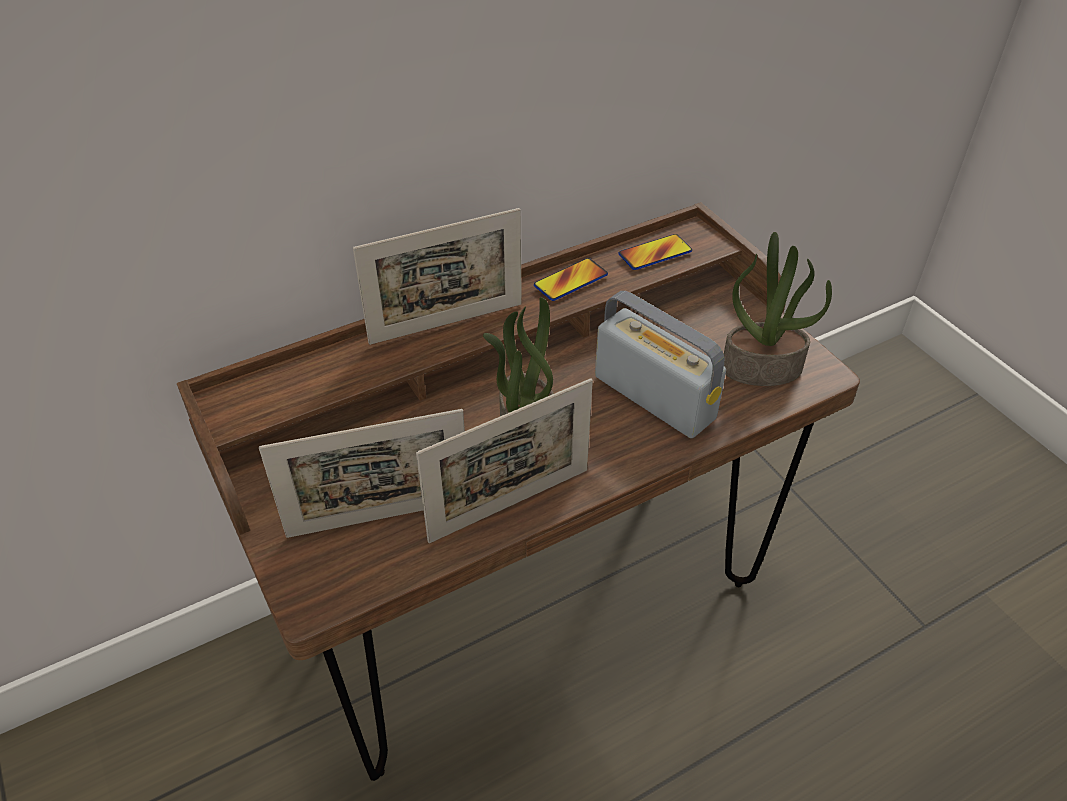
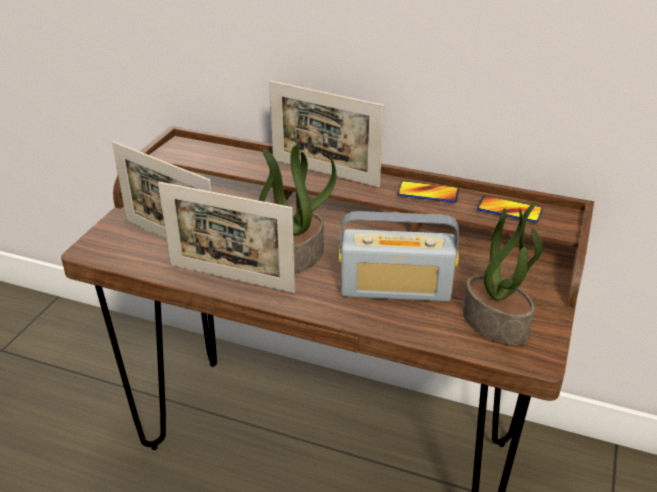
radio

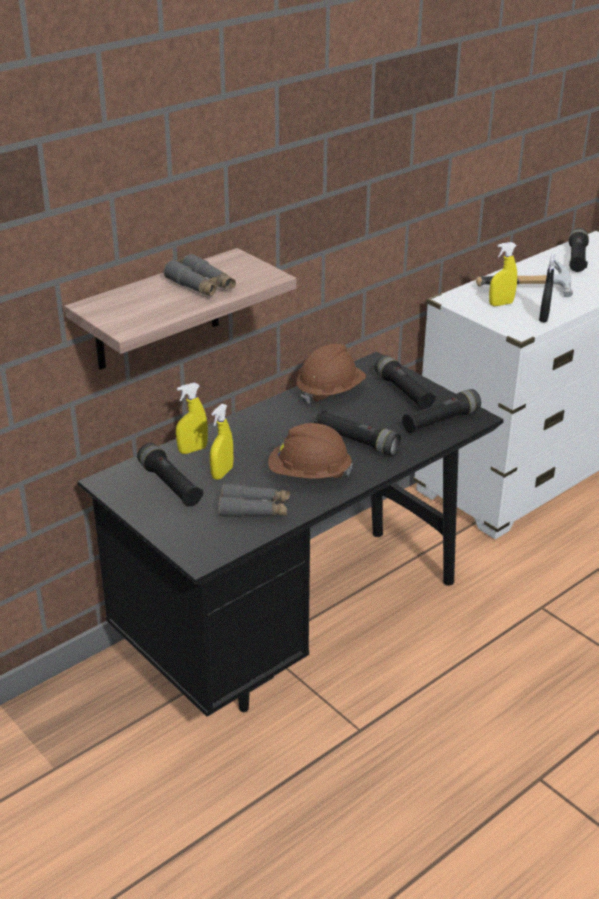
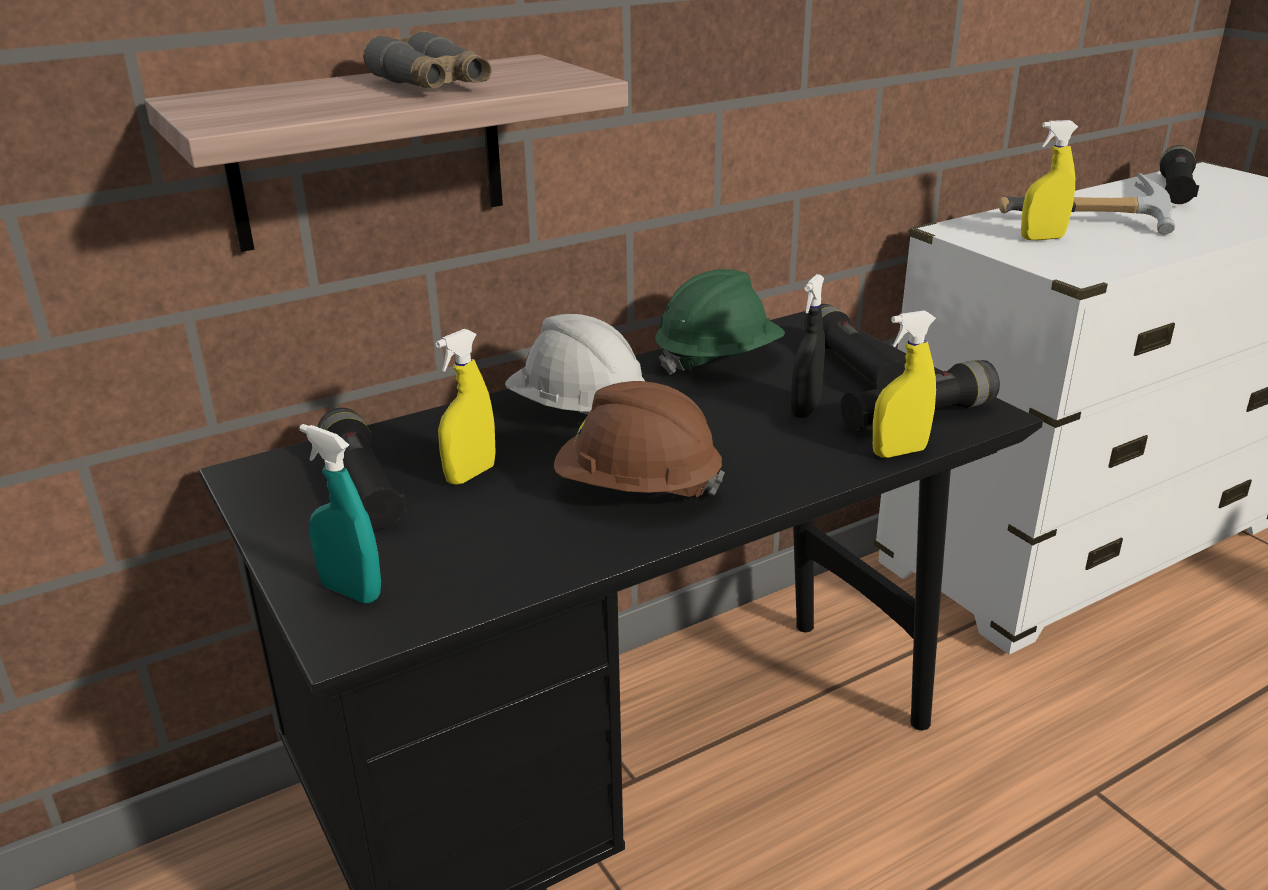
binoculars/grey (no. 2 from left in the first image)
flashlight/black (no. 2 from left in the first image)
spray bottle/turquoise
hard hat/white
spray bottle/yellow (no. 2 from left)
spray bottle/black
hard hat/green

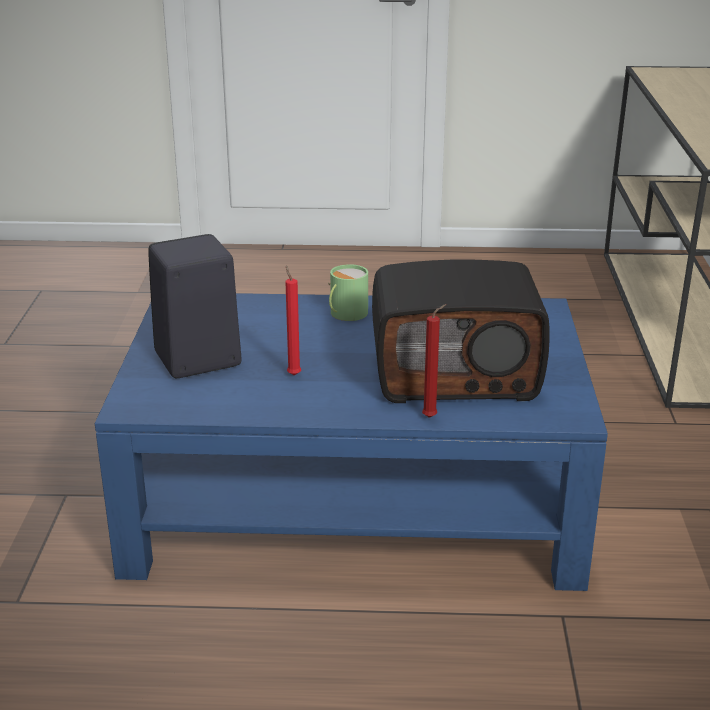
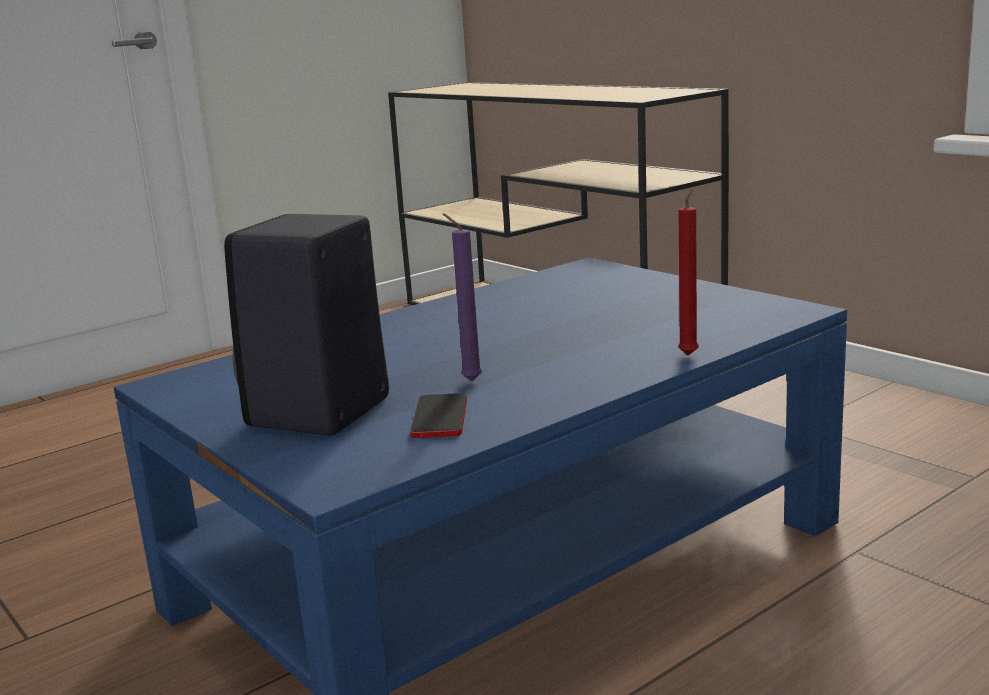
mug/green
radio
phone
candle/purple

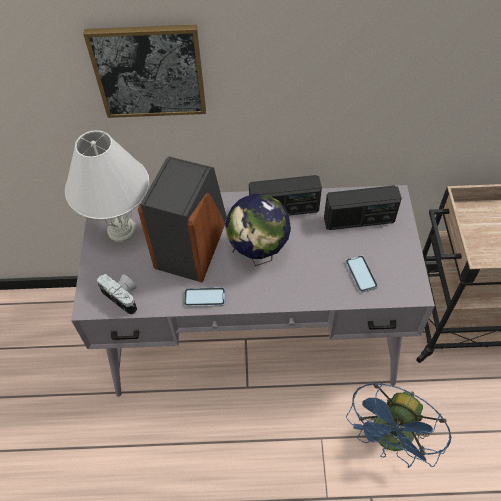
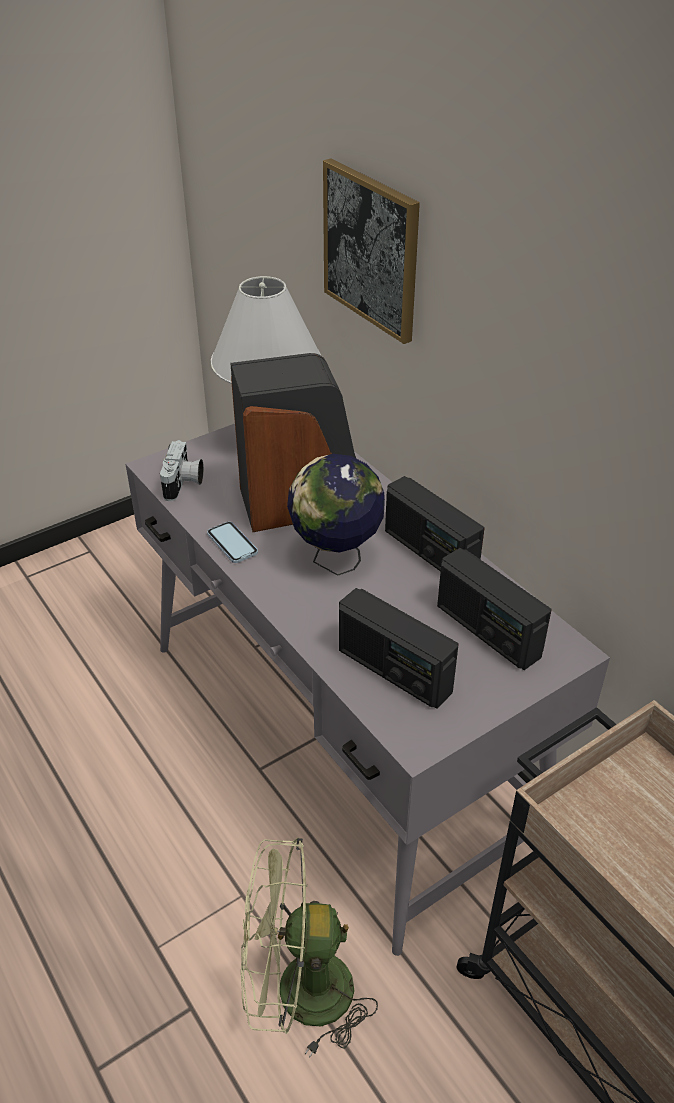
radio (no. 1 from left)
fan/green

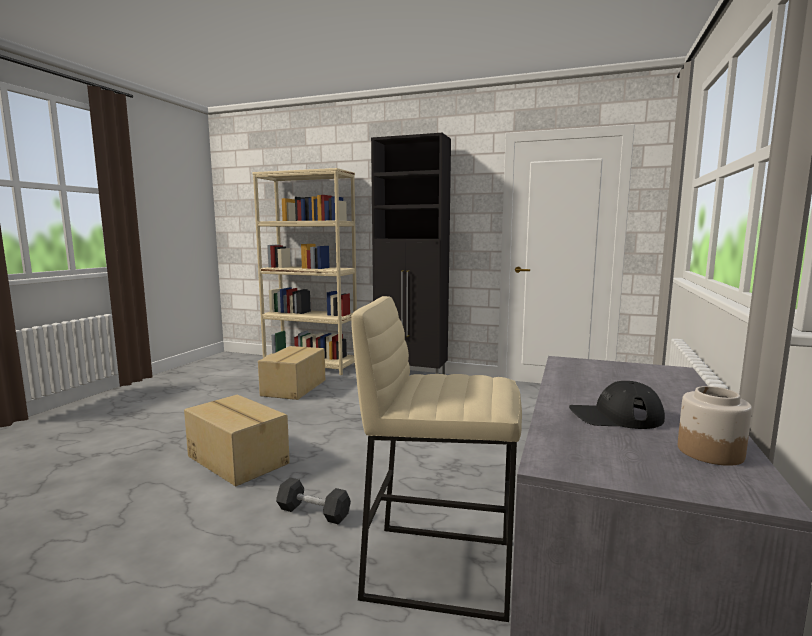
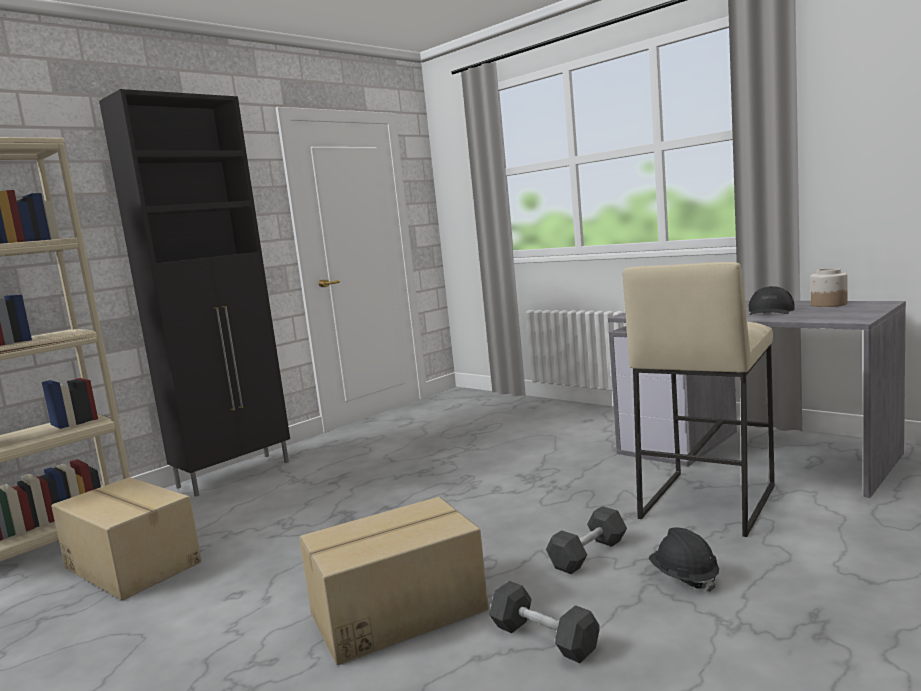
dumbbell/black (no. 1 from left)
hard hat/black

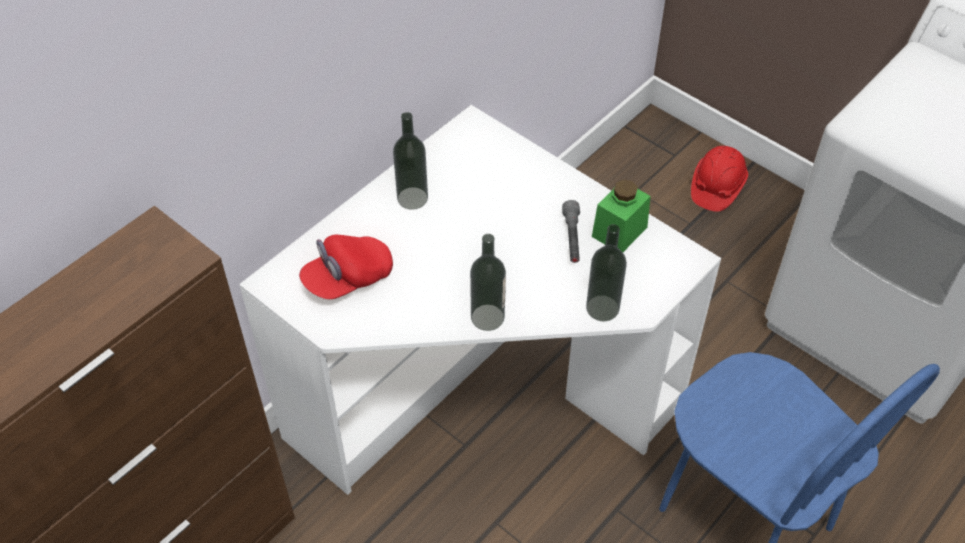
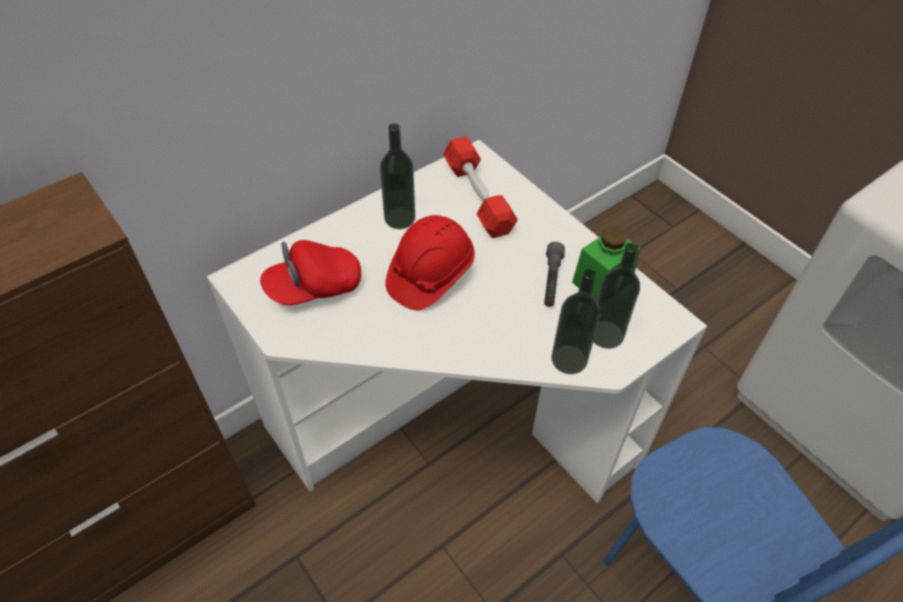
dumbbell/red
bottle (no. 3 from left)
hard hat/red

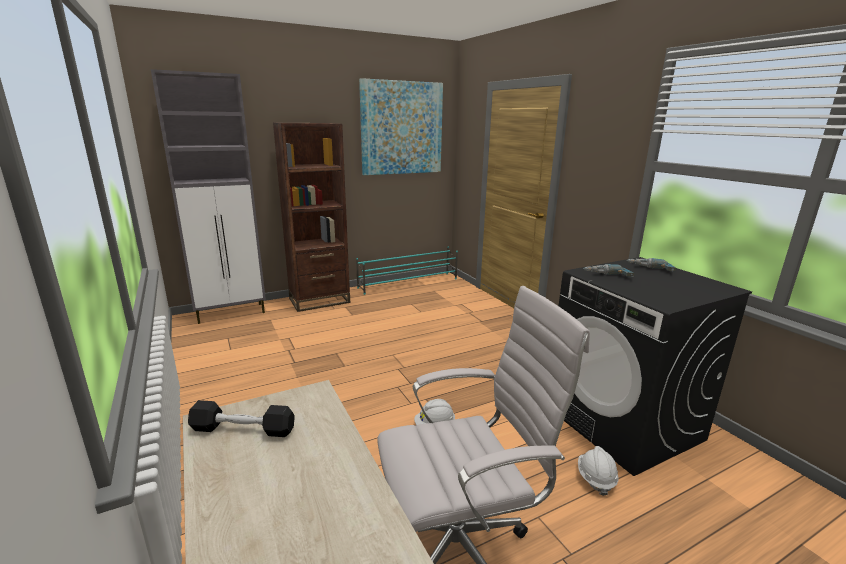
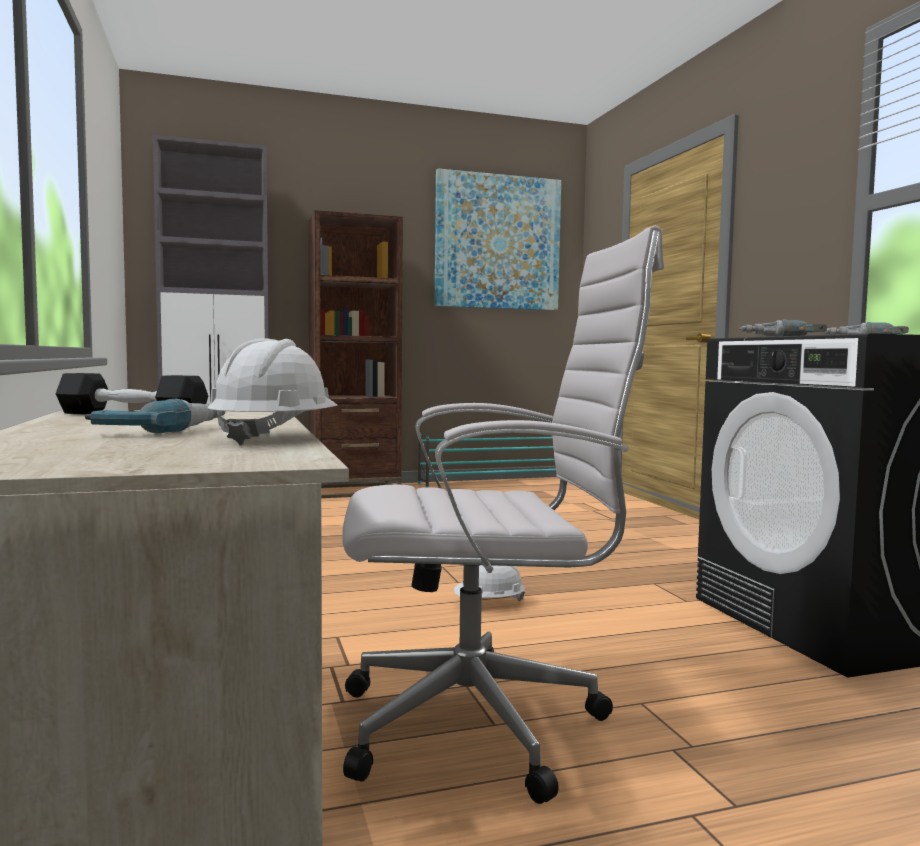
power drill (no. 1 from left)
hard hat/white (no. 1 from left)

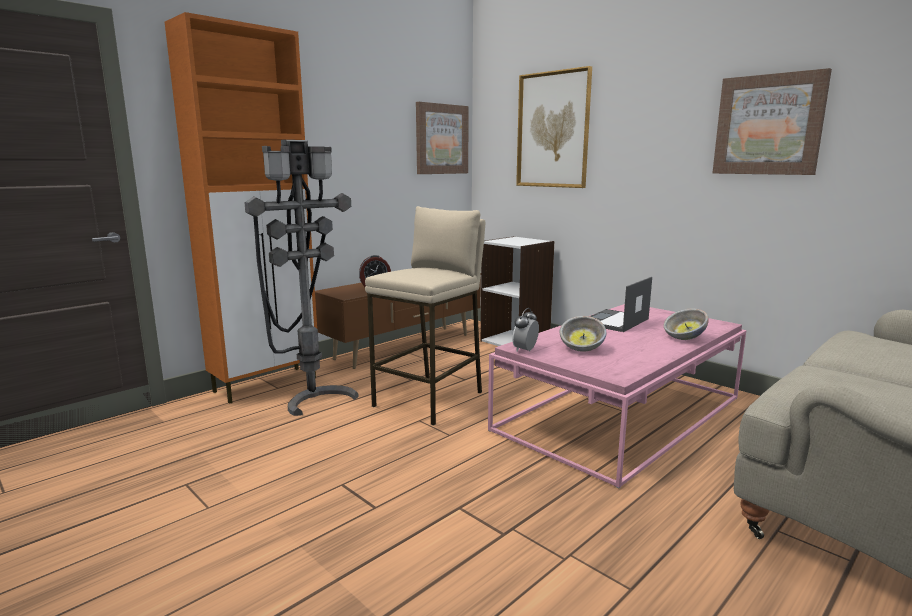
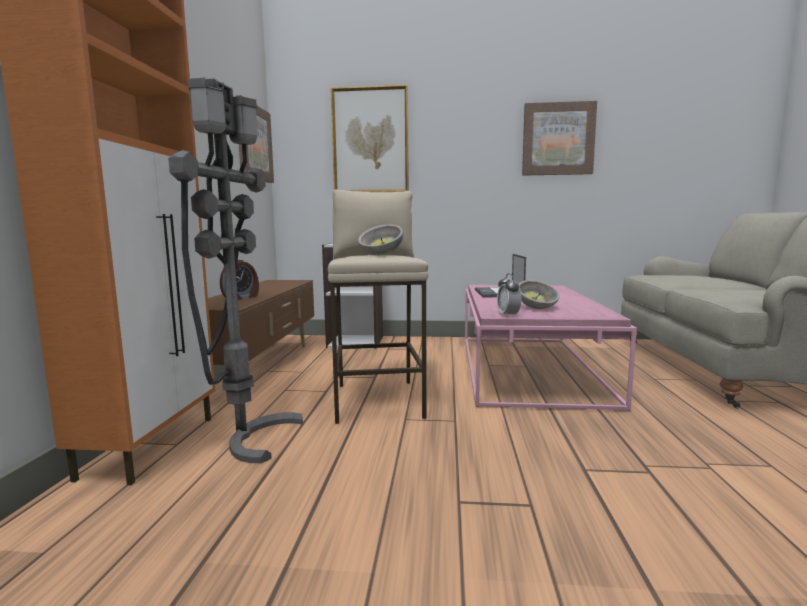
bowl (no. 1 from left)

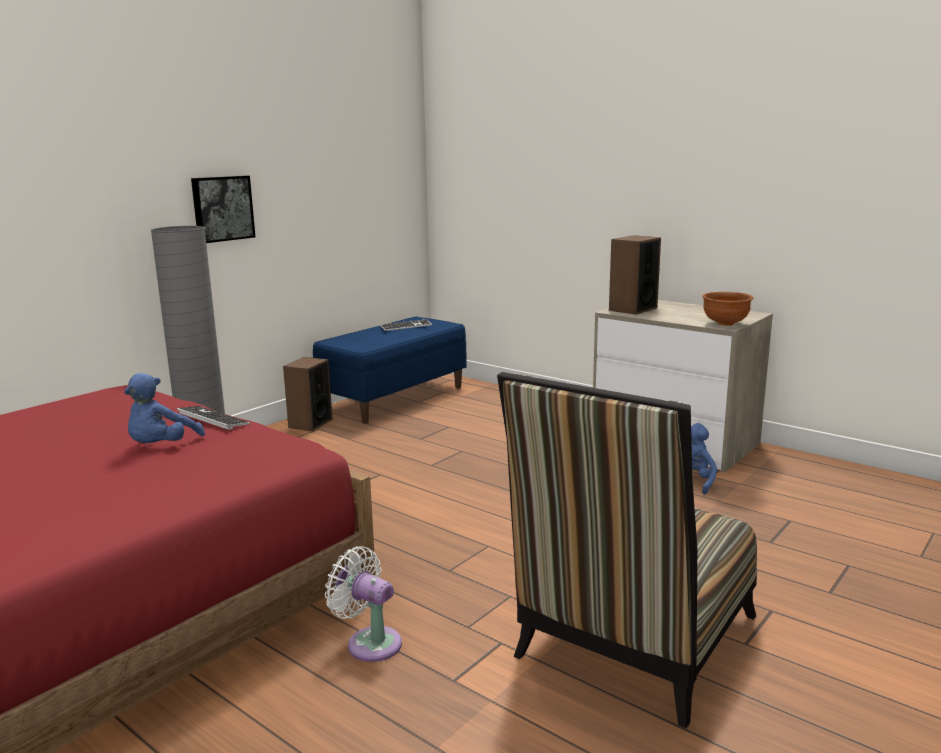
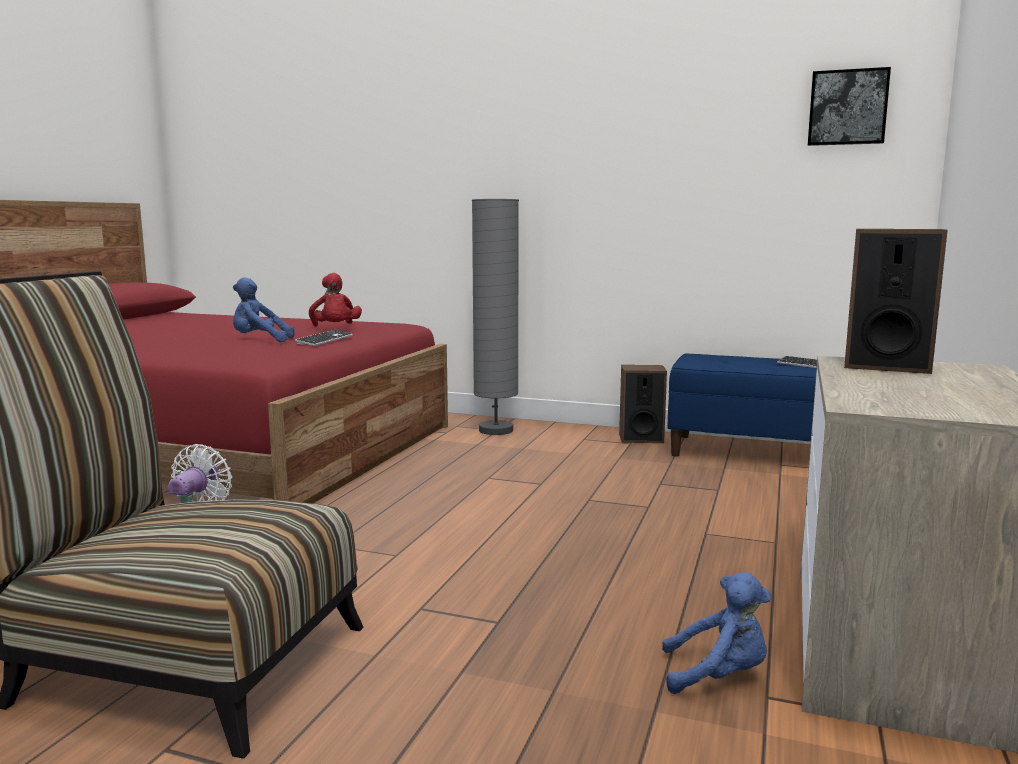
bowl/brown
plush toy/red
picture

